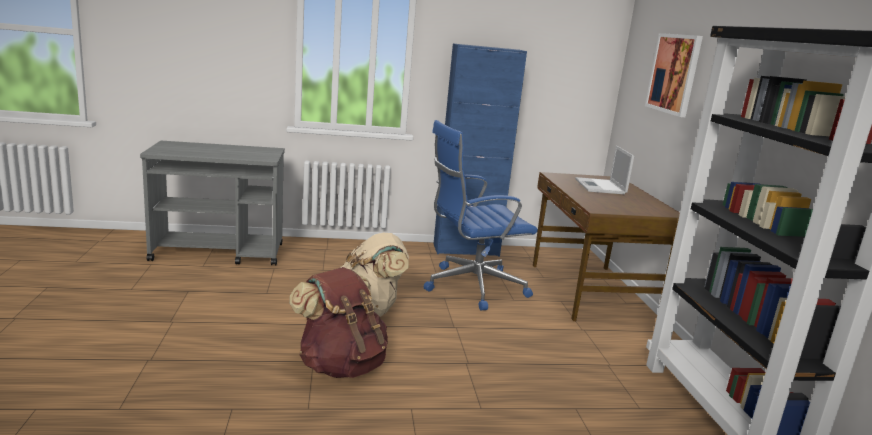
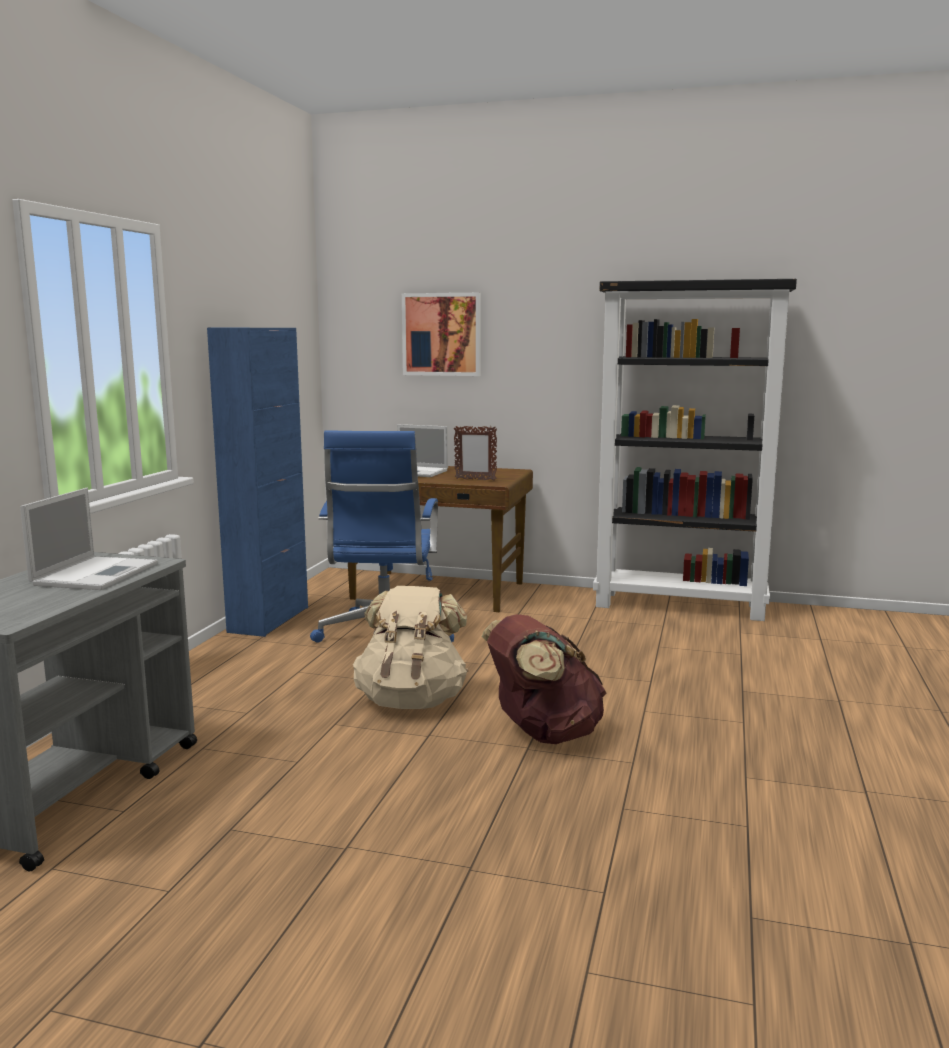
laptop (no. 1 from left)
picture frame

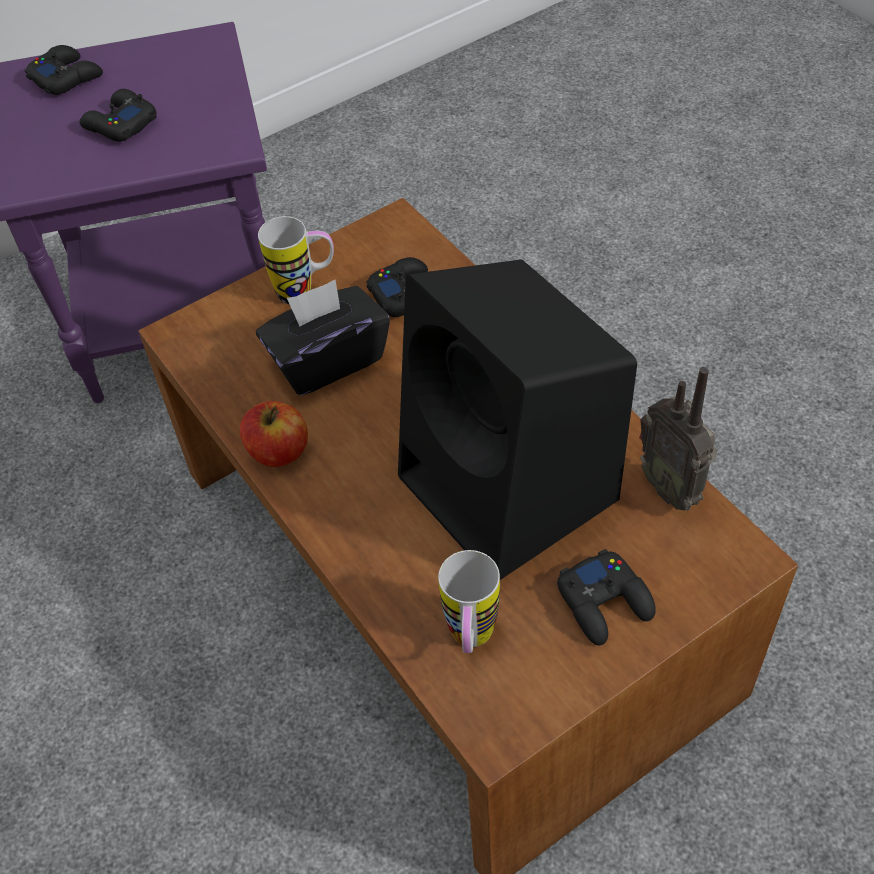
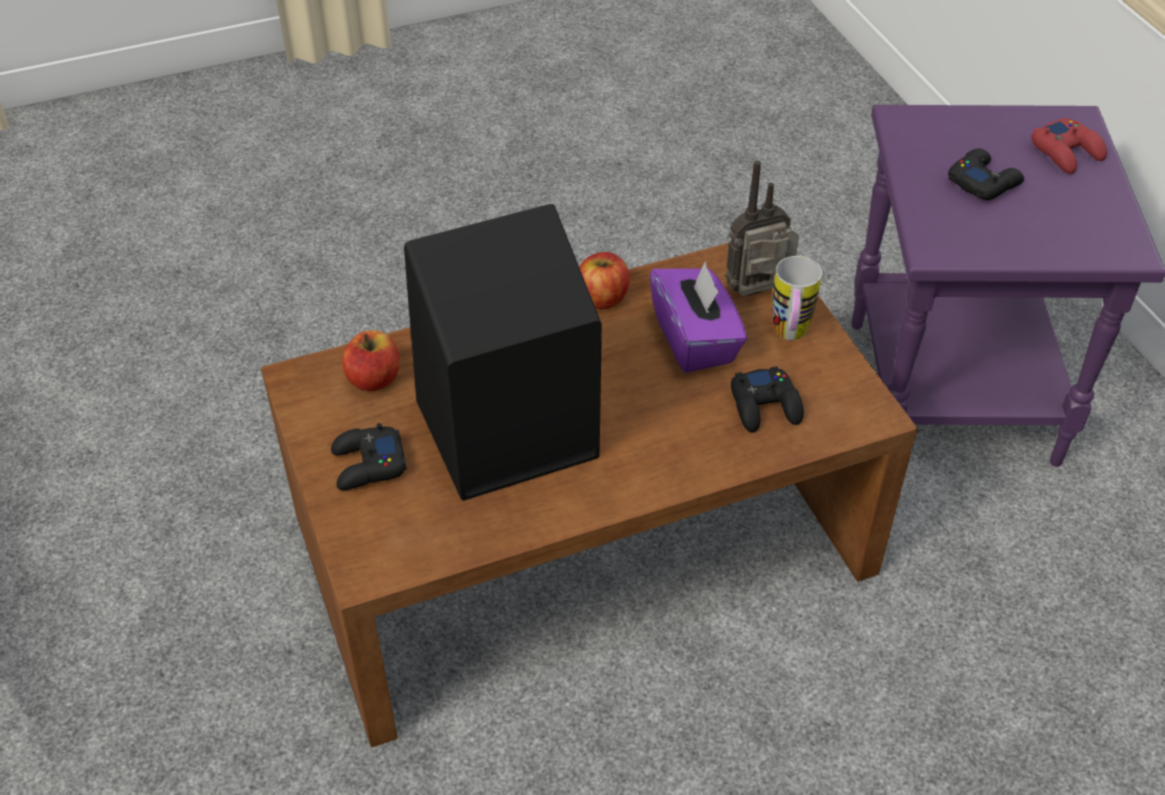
radio
apple (no. 1 from left)
game controller/red
tissue box/purple

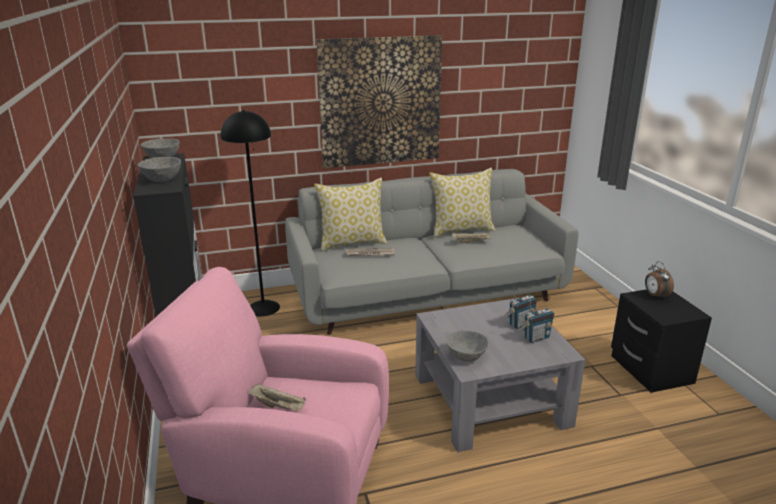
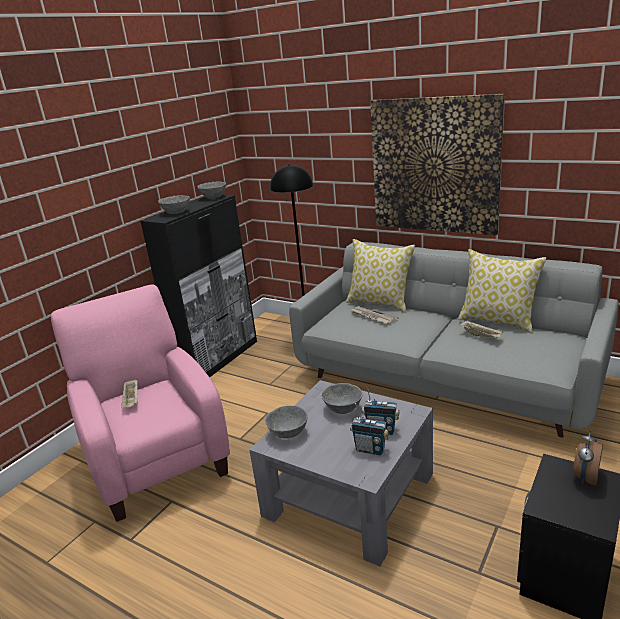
bowl/grey (no. 4 from left)

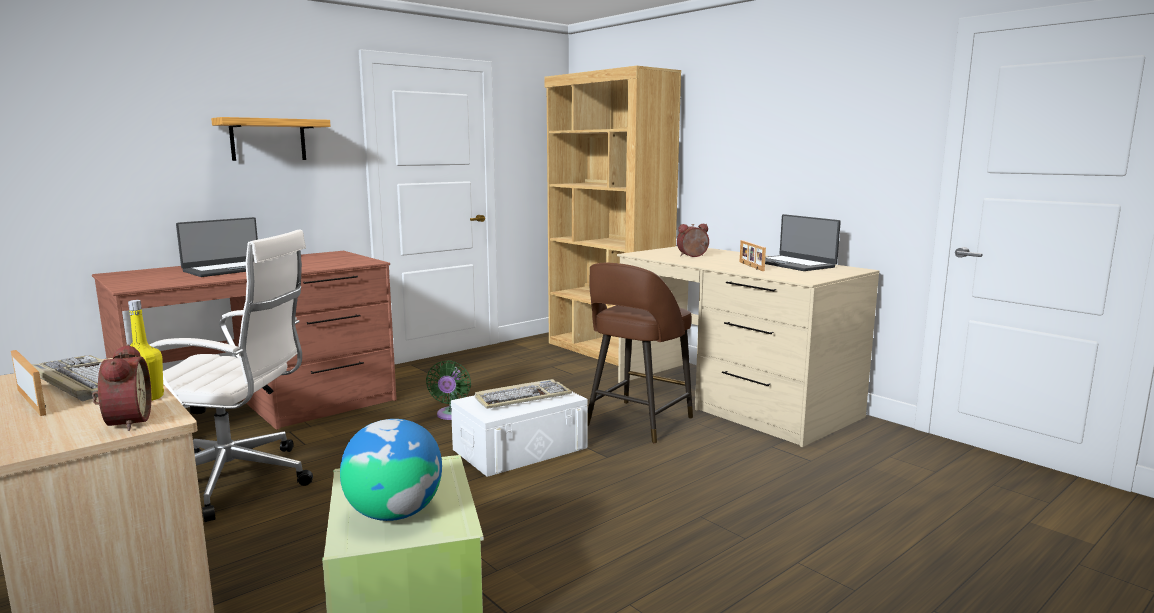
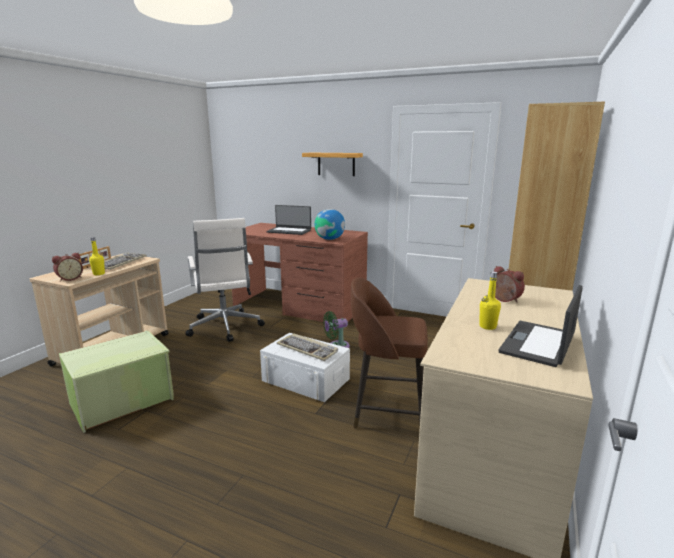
globe
bottle/yellow (no. 2 from left)

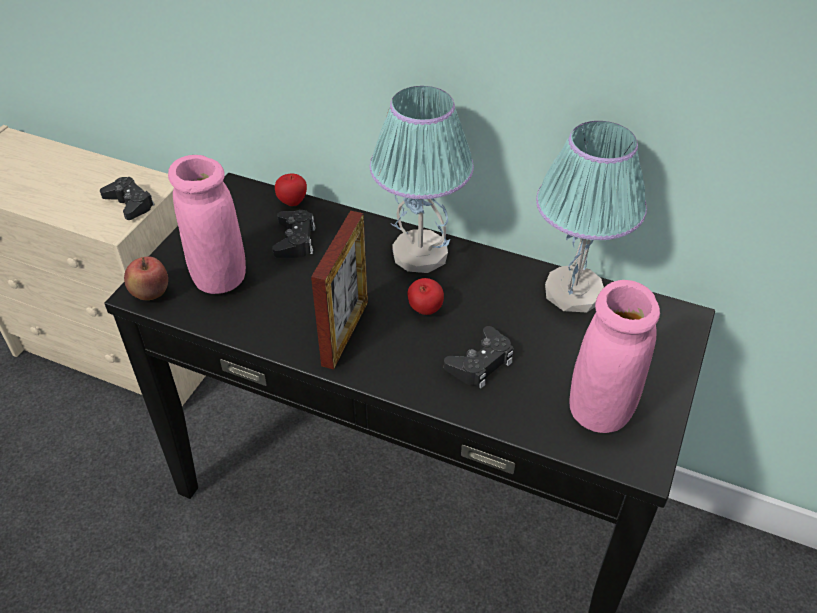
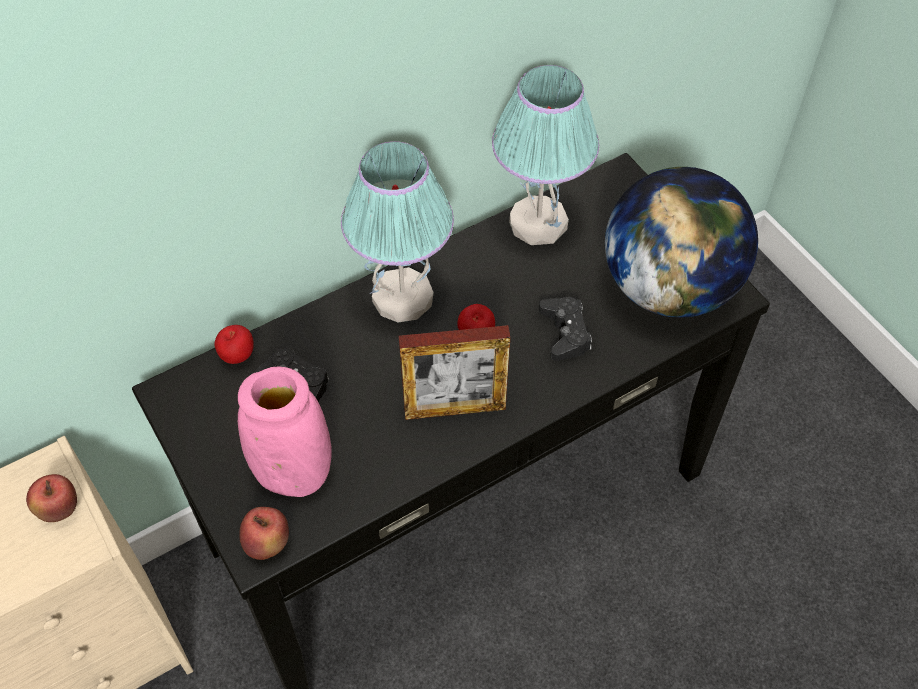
apple (no. 1 from left)
globe
picture frame

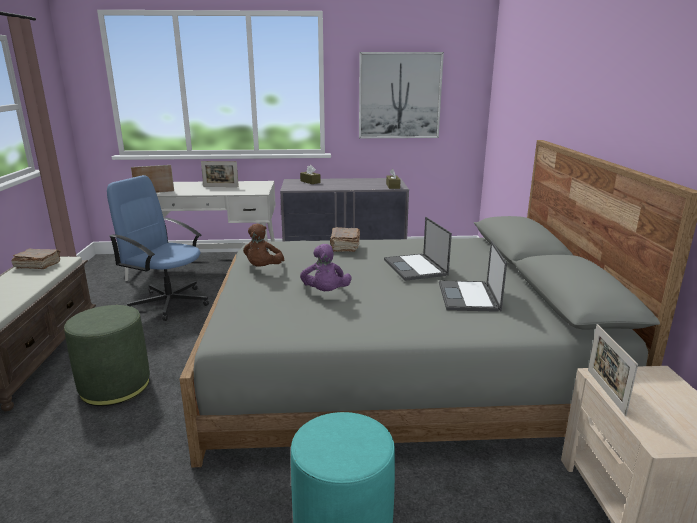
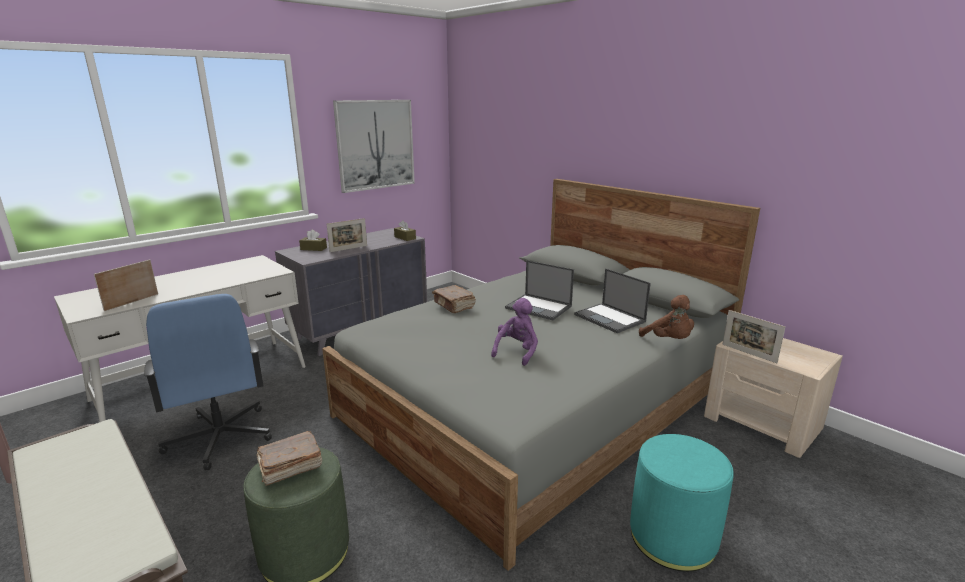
book/brown (no. 1 from left)
picture frame (no. 2 from left)
plush toy/brown
office chair/blue
plush toy/purple

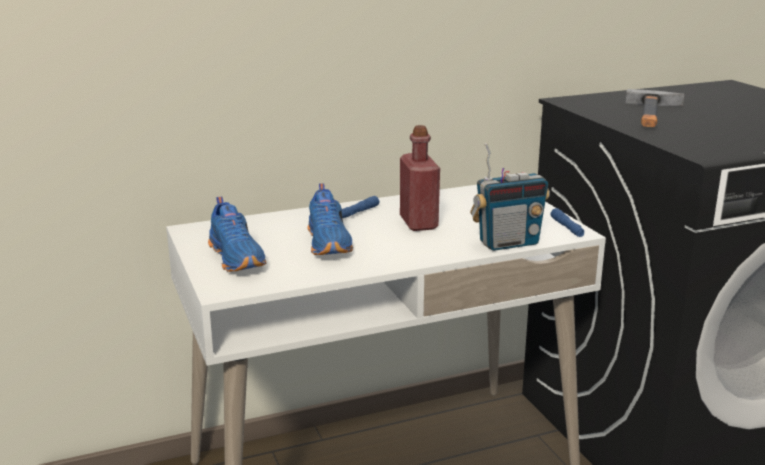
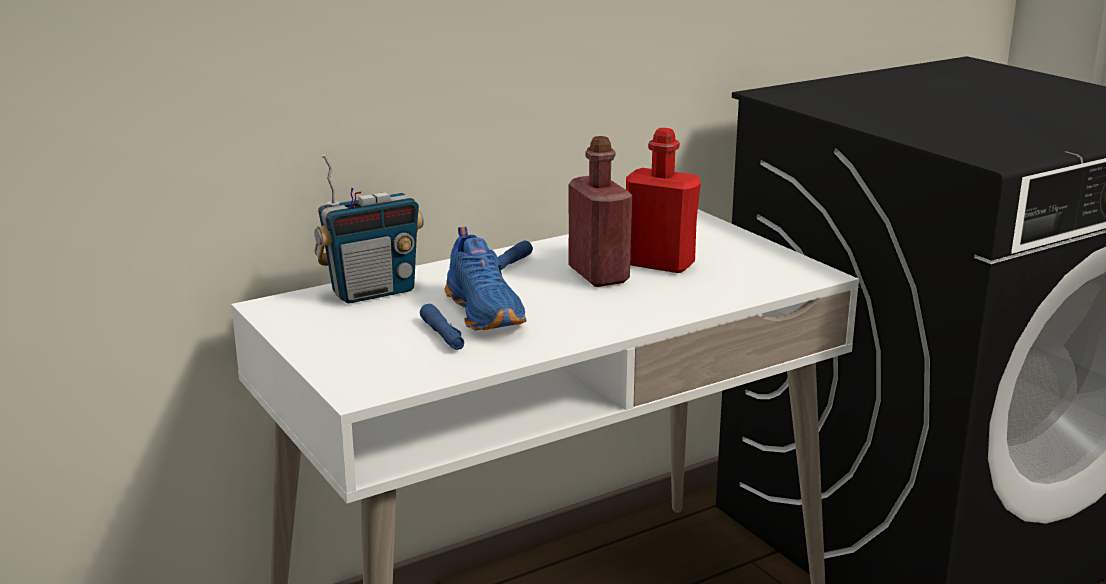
shoe/blue (no. 1 from left in the first image)
hammer
bottle/red (no. 2 from left)
radio
flashlight/blue (no. 1 from left)

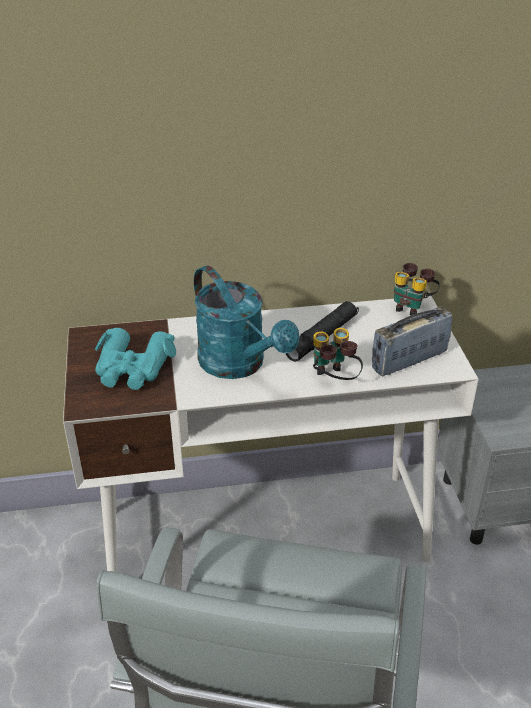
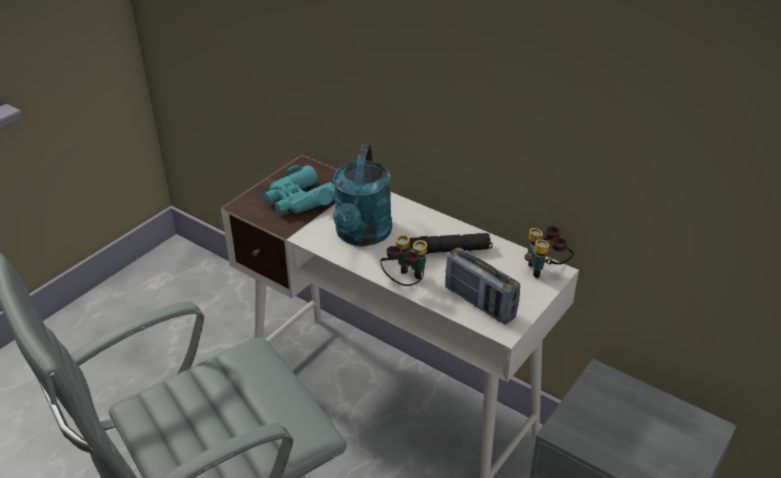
radio

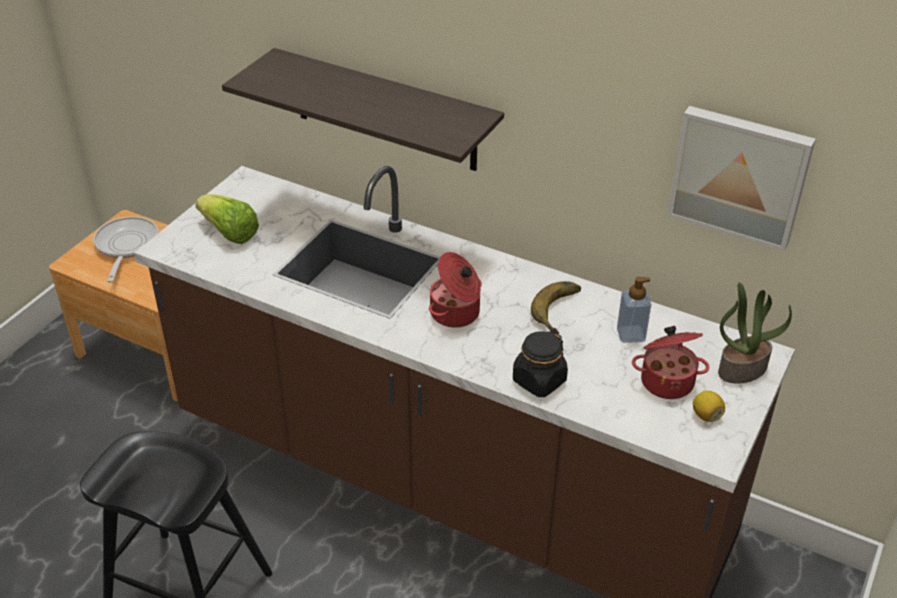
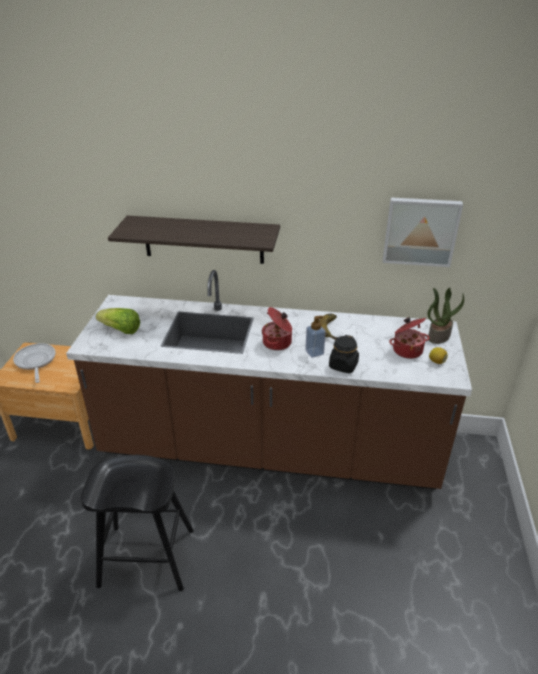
soap dispenser

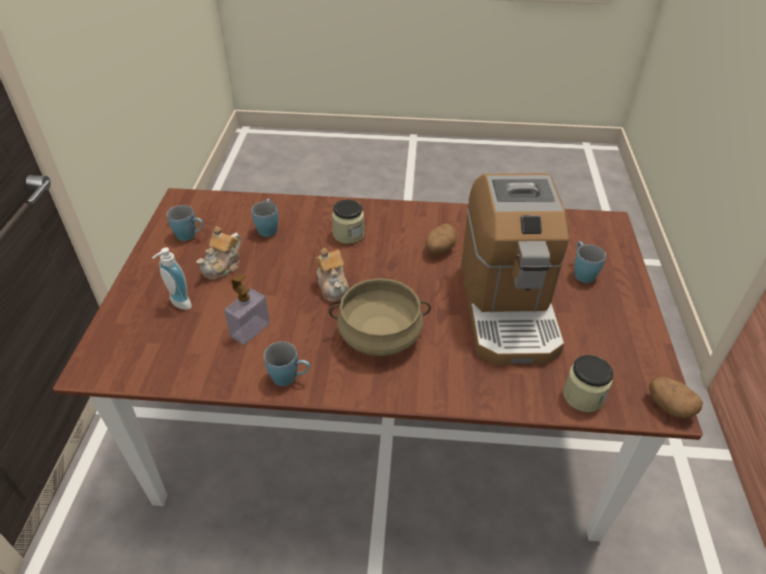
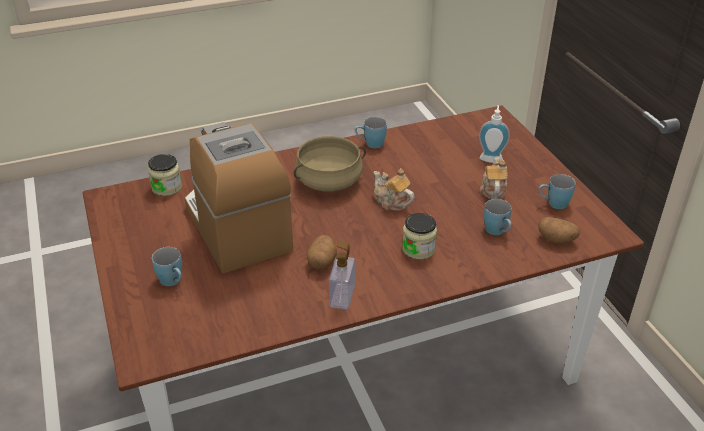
soap dispenser (no. 1 from left)
potato (no. 2 from left)

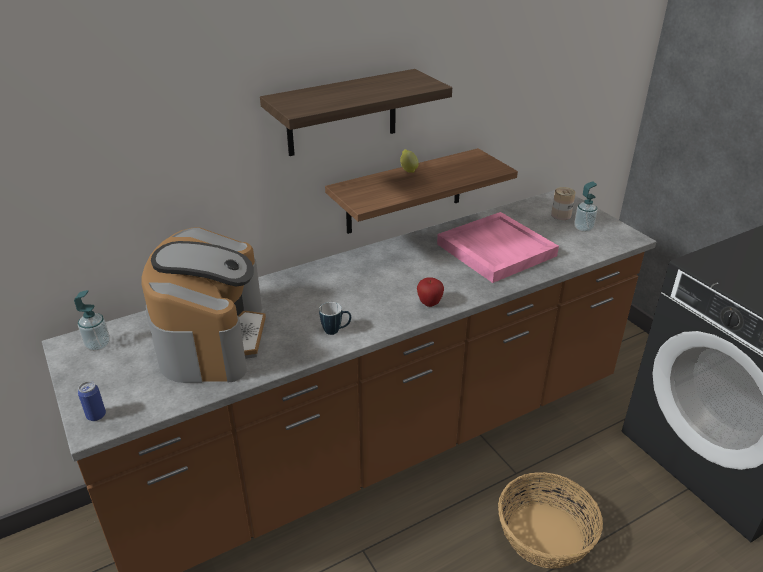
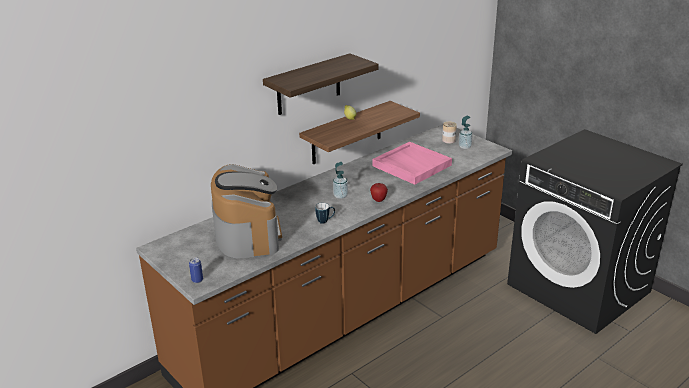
basket
soap dispenser (no. 1 from left)

